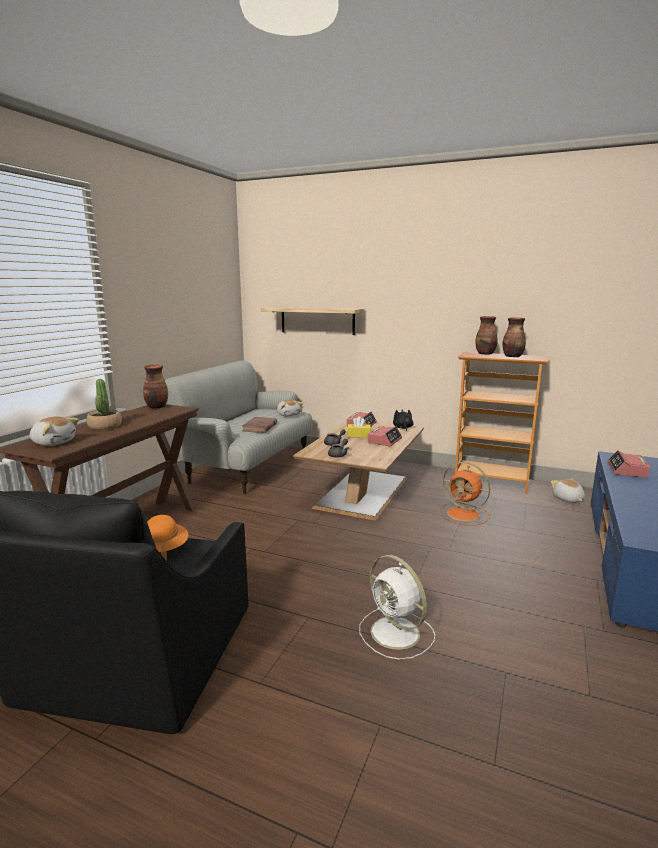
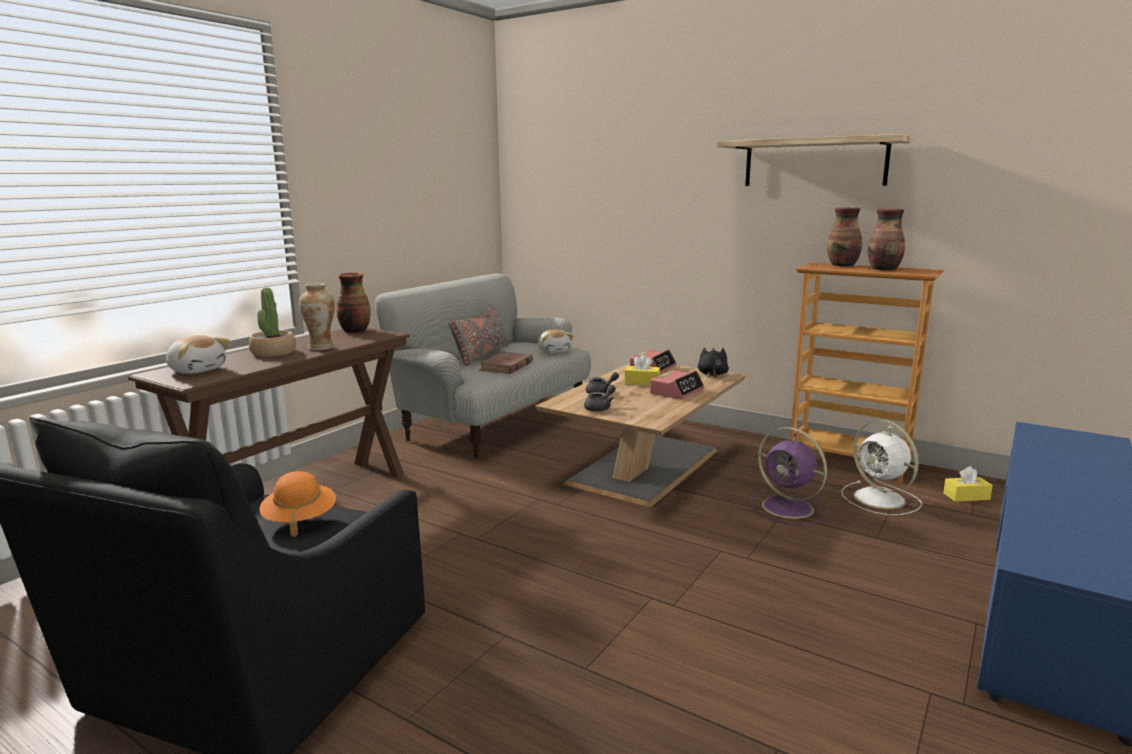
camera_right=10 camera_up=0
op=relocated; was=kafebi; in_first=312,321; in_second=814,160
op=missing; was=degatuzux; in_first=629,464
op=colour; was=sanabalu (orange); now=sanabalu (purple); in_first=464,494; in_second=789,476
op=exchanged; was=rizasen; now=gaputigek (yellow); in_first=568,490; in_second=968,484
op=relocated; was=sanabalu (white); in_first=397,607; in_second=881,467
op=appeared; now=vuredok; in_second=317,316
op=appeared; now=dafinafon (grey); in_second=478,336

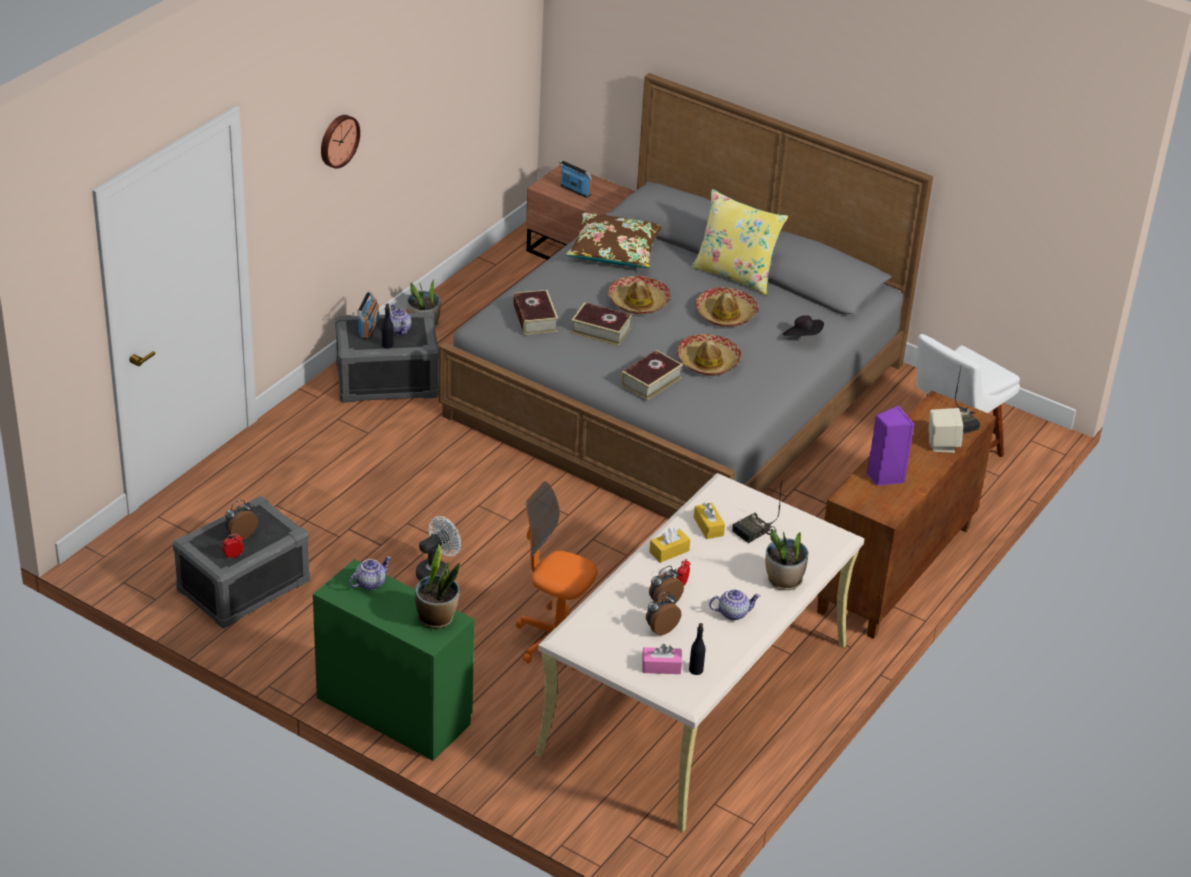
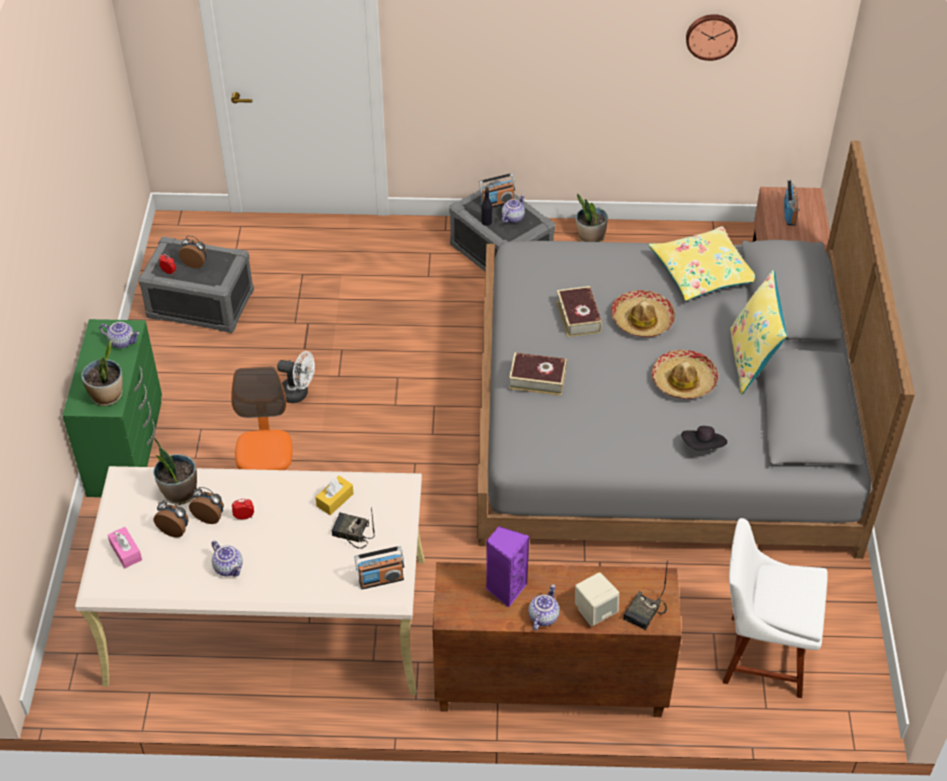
camera_right=60 camera_up=10
op=relocated; was=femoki; in_first=340,142; in_second=712,37
op=colour; was=dafinafon (brown); now=dafinafon (yellow); in_first=613,240; in_second=701,263
op=missing; was=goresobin; in_first=535,312
op=missing; was=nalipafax; in_first=709,355
op=missing; was=gaputigek (yellow); in_first=669,545
op=relocated; was=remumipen; in_first=787,559; in_second=175,471
op=missing; was=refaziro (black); in_first=697,649
op=appeared; now=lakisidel; in_second=379,567
op=appeared; now=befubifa; in_second=544,608

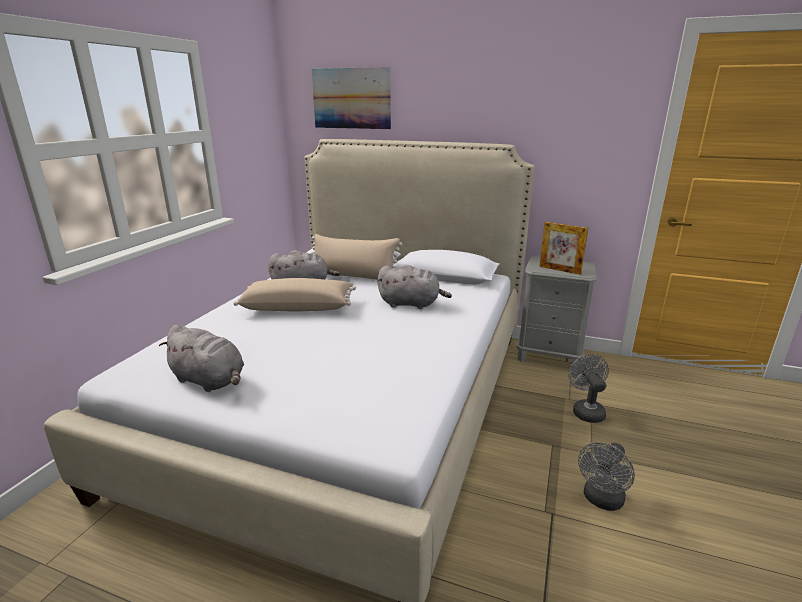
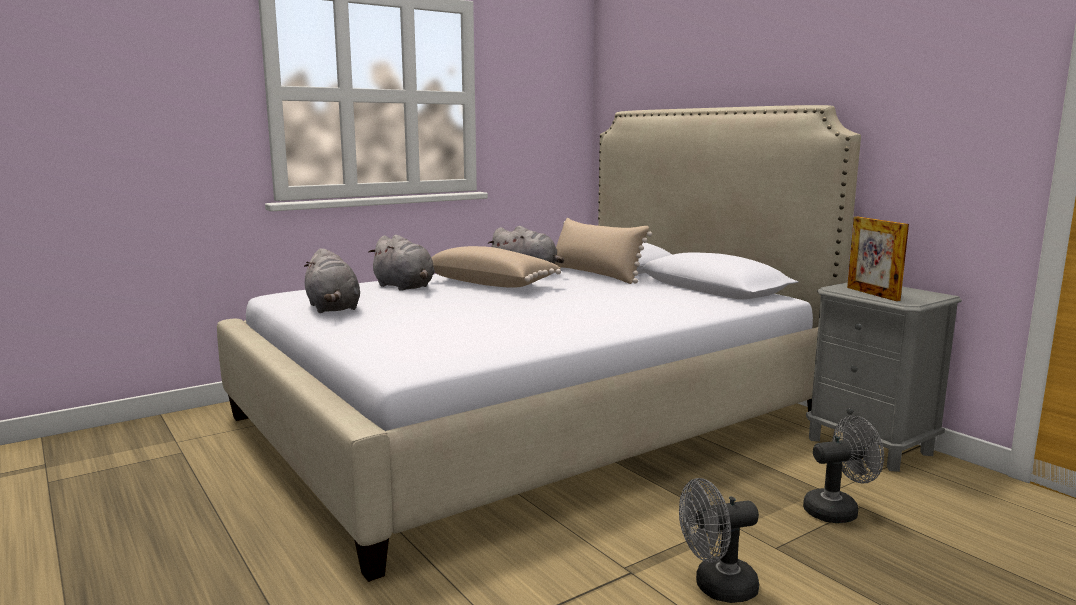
camera_right=35 camera_up=-10
op=missing; was=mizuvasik; in_first=351,98
op=relocated; was=rizasen (grey); in_first=414,287; in_second=401,263
op=spun; was=sanabalu (grey); in_first=588,388; in_second=843,469; clockwise=45

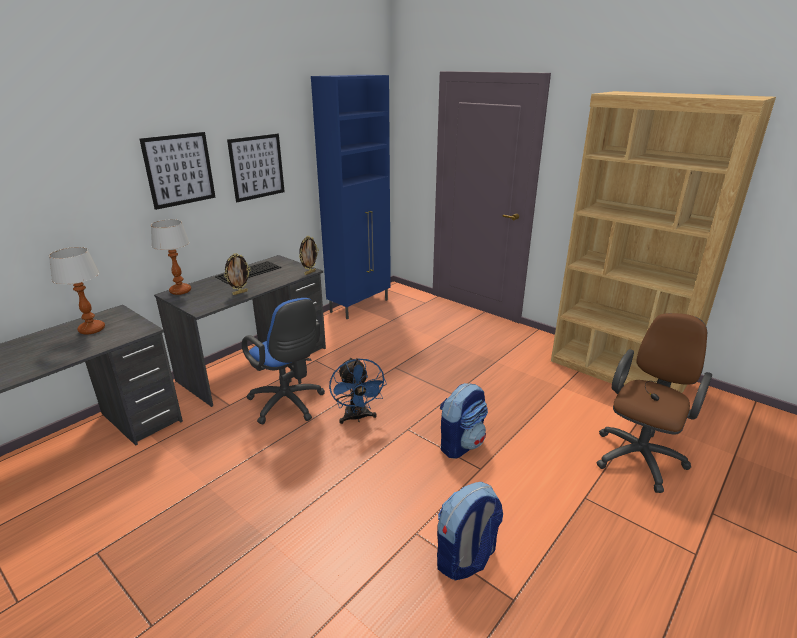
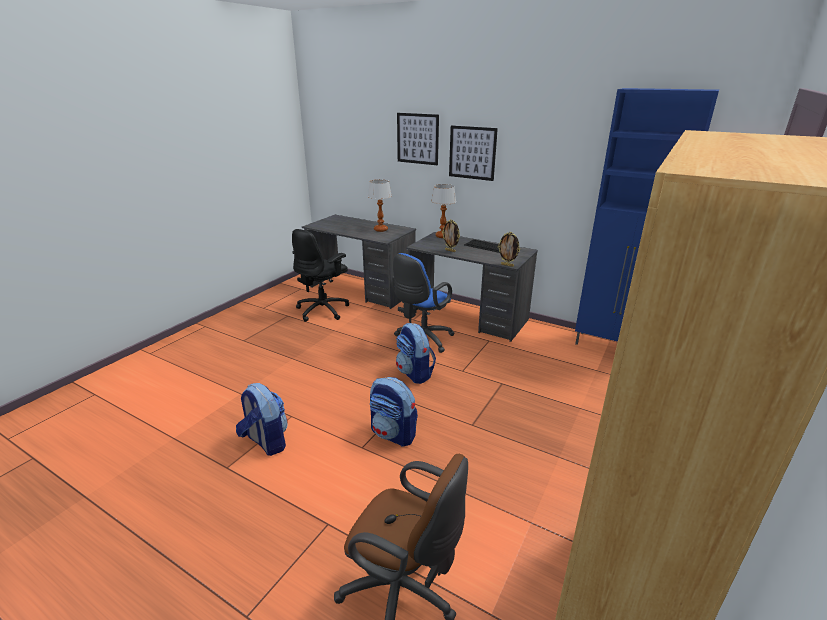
camera_right=80 camera_up=0
op=relocated; was=mizuvasik; in_first=256,168; in_second=418,139
op=exchanged; was=sanabalu (blue); now=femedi; in_first=358,390; in_second=416,353
op=appeared; now=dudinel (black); in_second=320,275

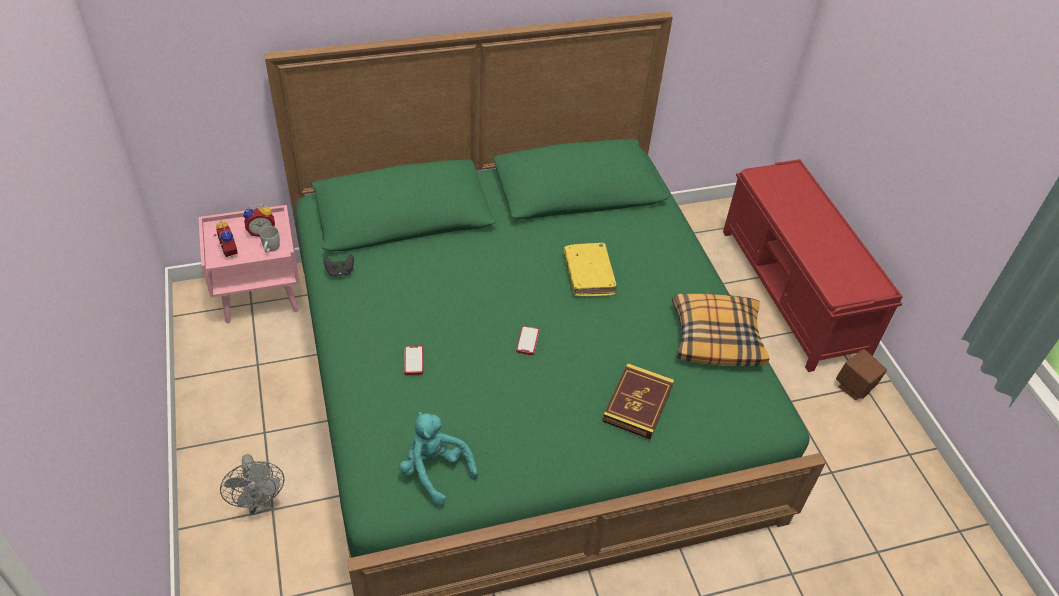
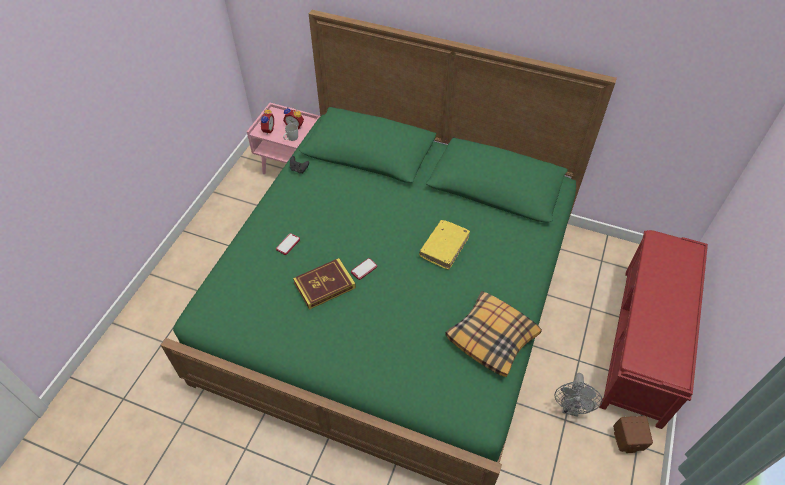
camera_right=40 camera_up=5
op=relocated; was=goresobin; in_first=638,401; in_second=324,284
op=missing; was=rizasen (turquoise); in_first=438,458
op=relocated; was=sanabalu (grey); in_first=252,484; in_second=578,395

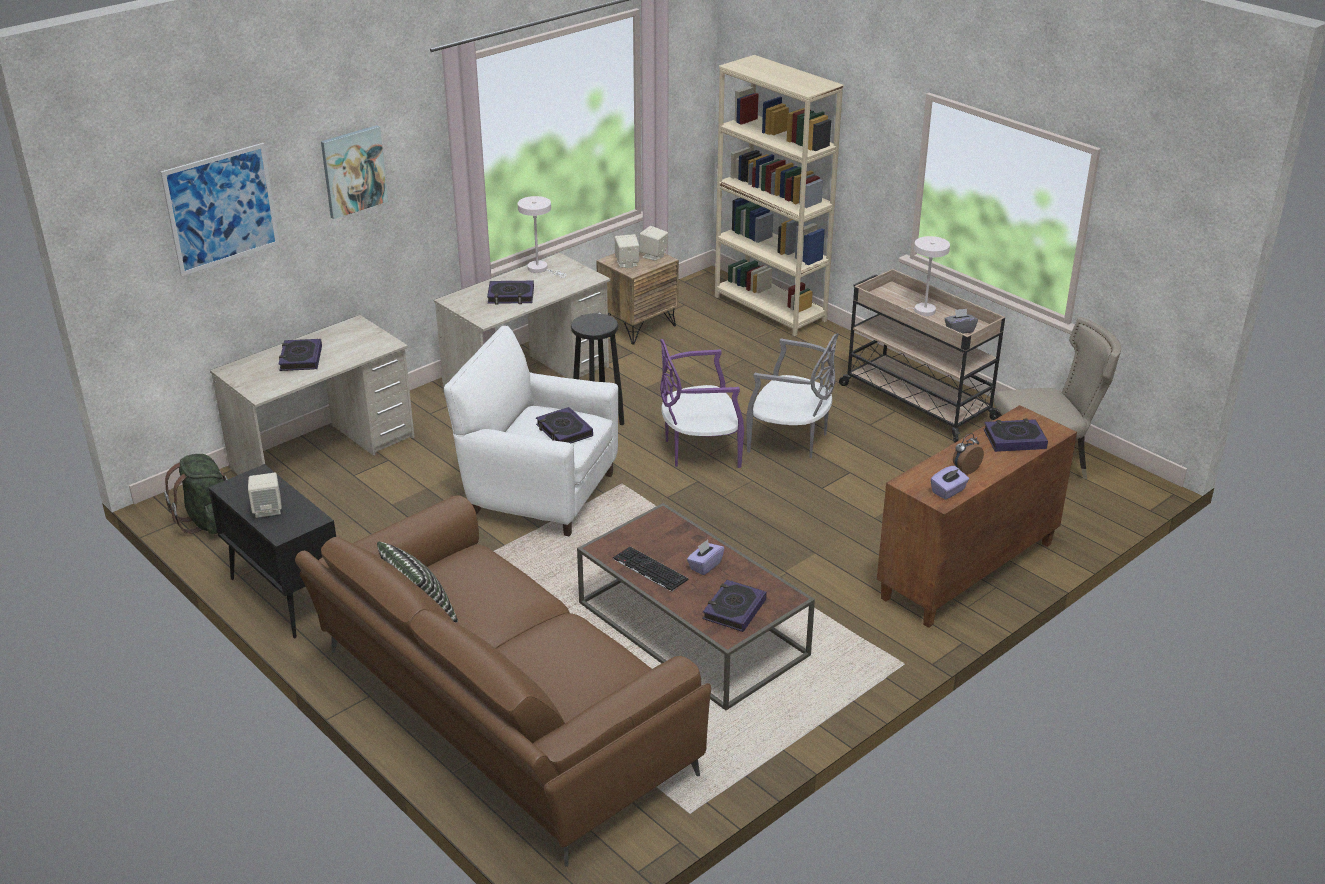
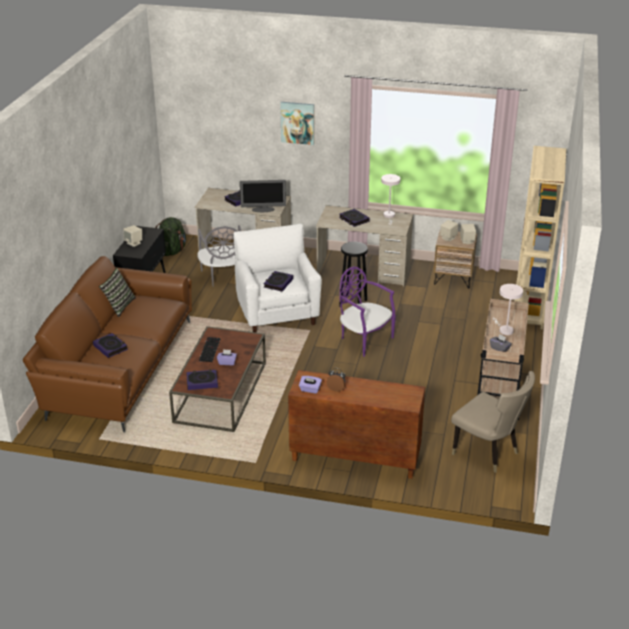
camera_right=55 camera_up=0
op=missing; was=mizuvasik; in_first=220,209
op=relocated; was=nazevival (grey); in_first=792,396; in_second=219,256
op=relocated; was=goresobin; in_first=1015,435; in_second=110,345
op=appeared; now=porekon; in_second=263,196

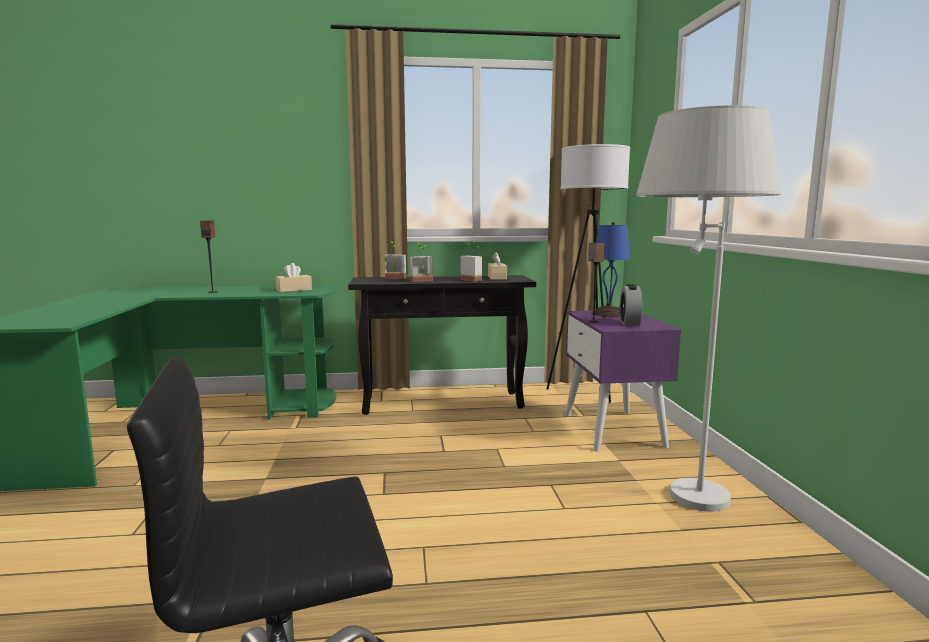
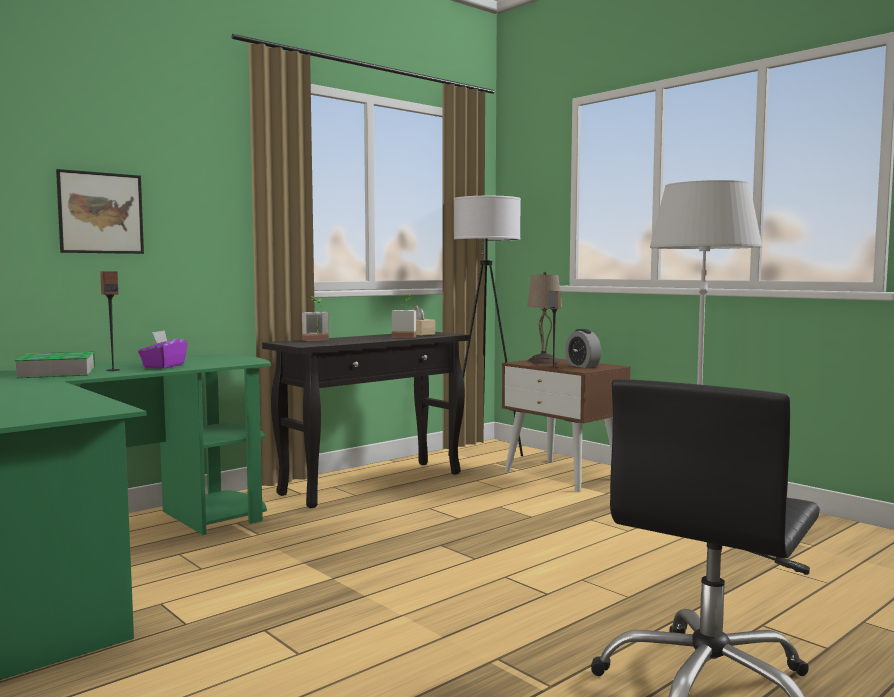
camera_right=-35 camera_up=-5
op=colour; was=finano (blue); now=finano (beige); in_first=611,269; in_second=544,318
op=missing; was=remumipen; in_first=421,262
op=missing; was=gaputigek (beige); in_first=294,277
op=colour; was=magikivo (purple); now=magikivo (brown); in_first=623,381; in_second=566,425
op=appeared; now=mizuvasik; in_second=100,211
op=appeared; now=gaputigek (purple); in_second=162,349
op=appeared; now=goresobin; in_second=54,365

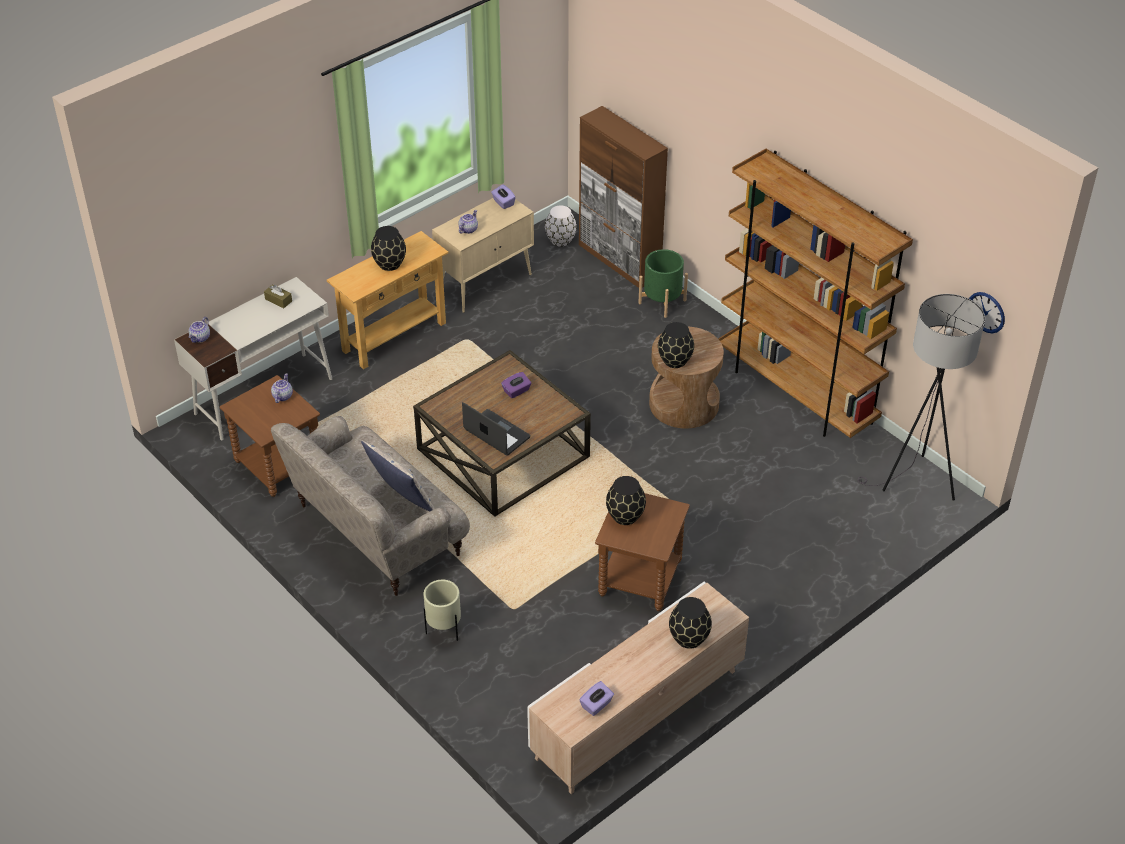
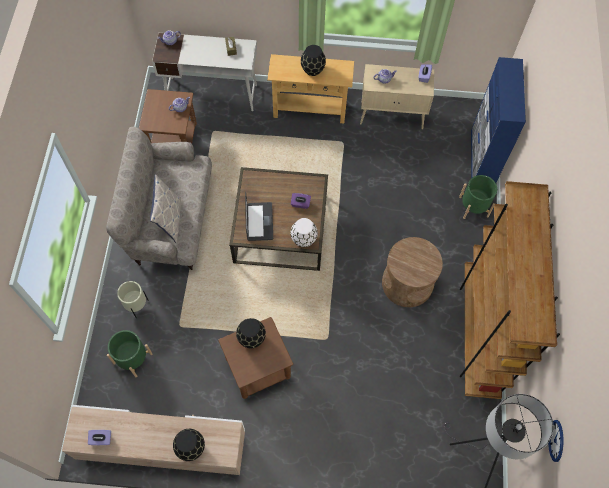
camera_right=45 camera_up=20
op=colour; was=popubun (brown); now=popubun (blue); in_first=623,197; in_second=498,120
op=relocated; was=vuredok (white); in_first=561,226; in_second=304,232
op=missing; was=vuredok (black); in_first=676,345
op=appeared; now=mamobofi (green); in_second=129,353

